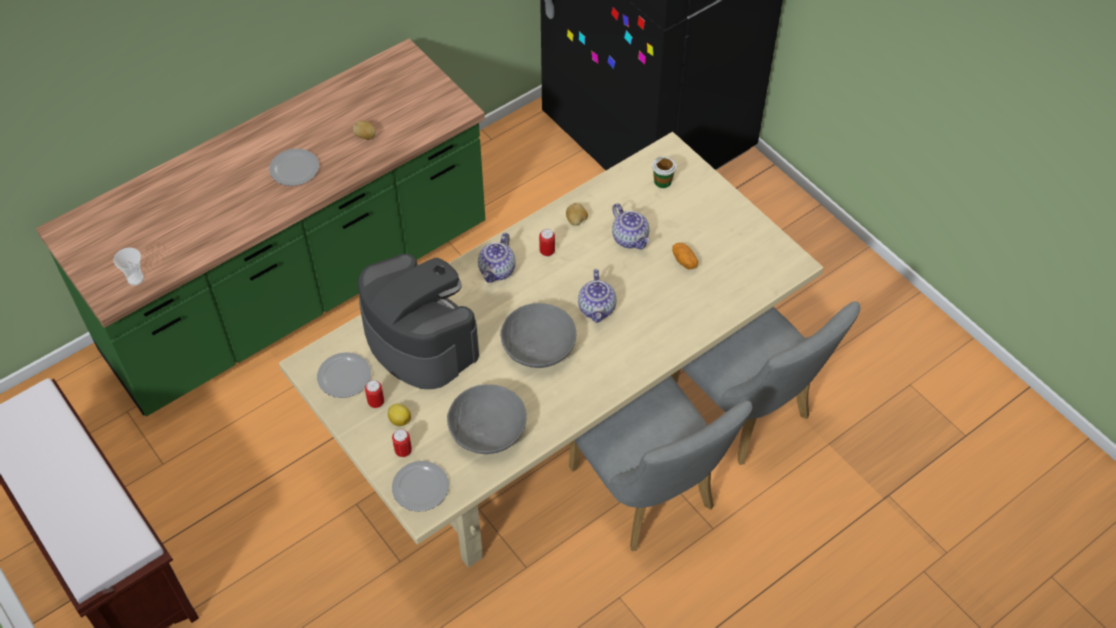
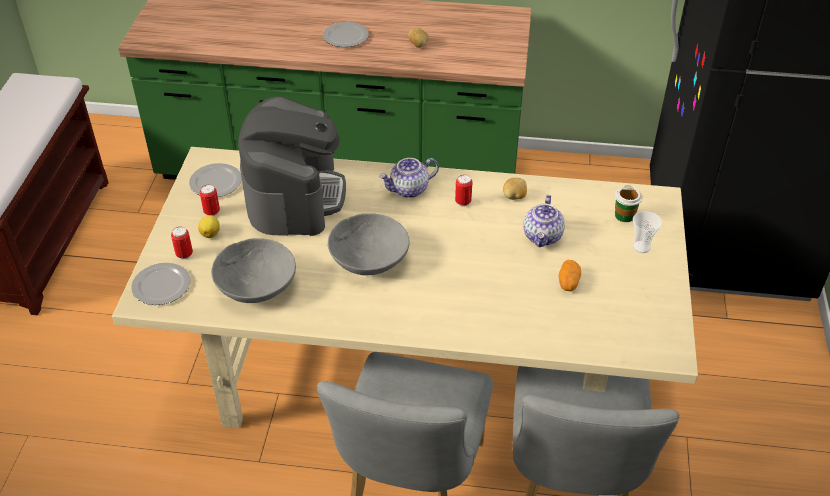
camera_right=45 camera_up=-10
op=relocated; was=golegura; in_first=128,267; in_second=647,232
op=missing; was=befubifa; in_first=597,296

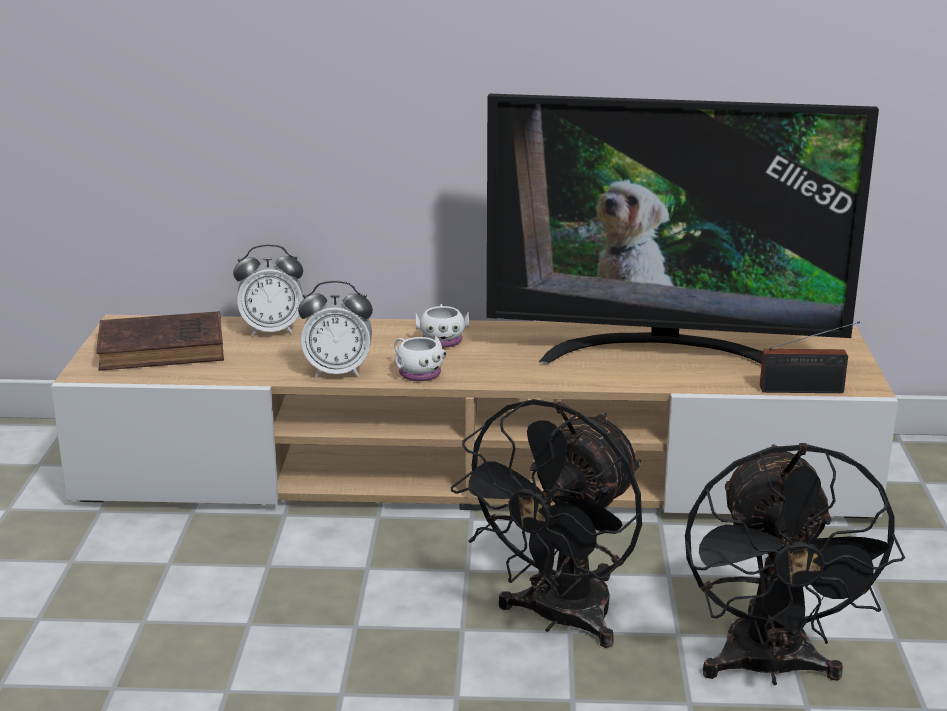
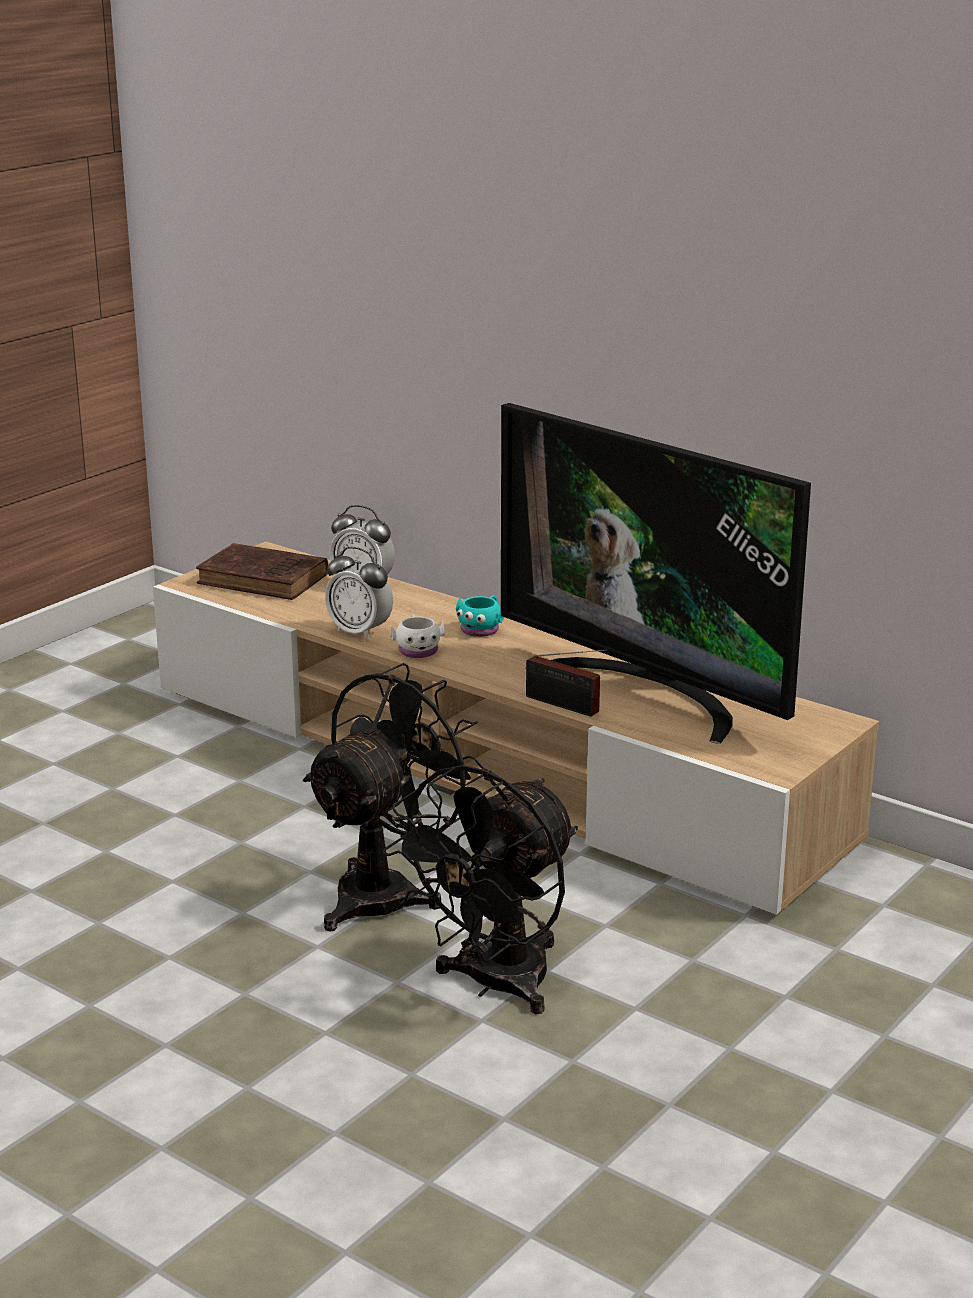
camera_right=35 camera_up=0
op=colour; was=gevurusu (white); now=gevurusu (turquoise); in_first=442,326; in_second=480,616
op=relocated; was=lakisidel; in_first=810,357; in_second=567,683
op=spun; was=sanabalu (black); in_first=546,523; in_second=394,797; clockwise=150

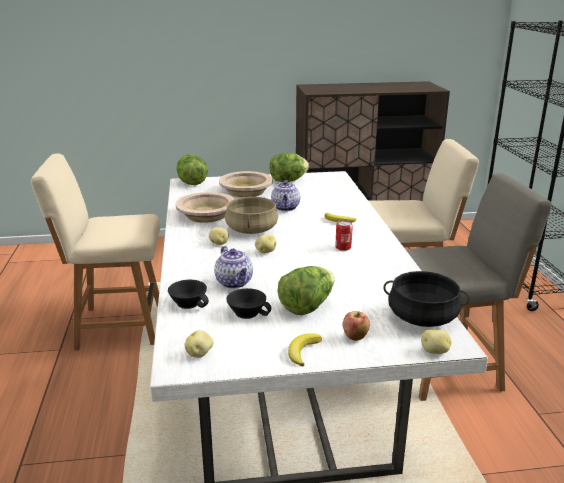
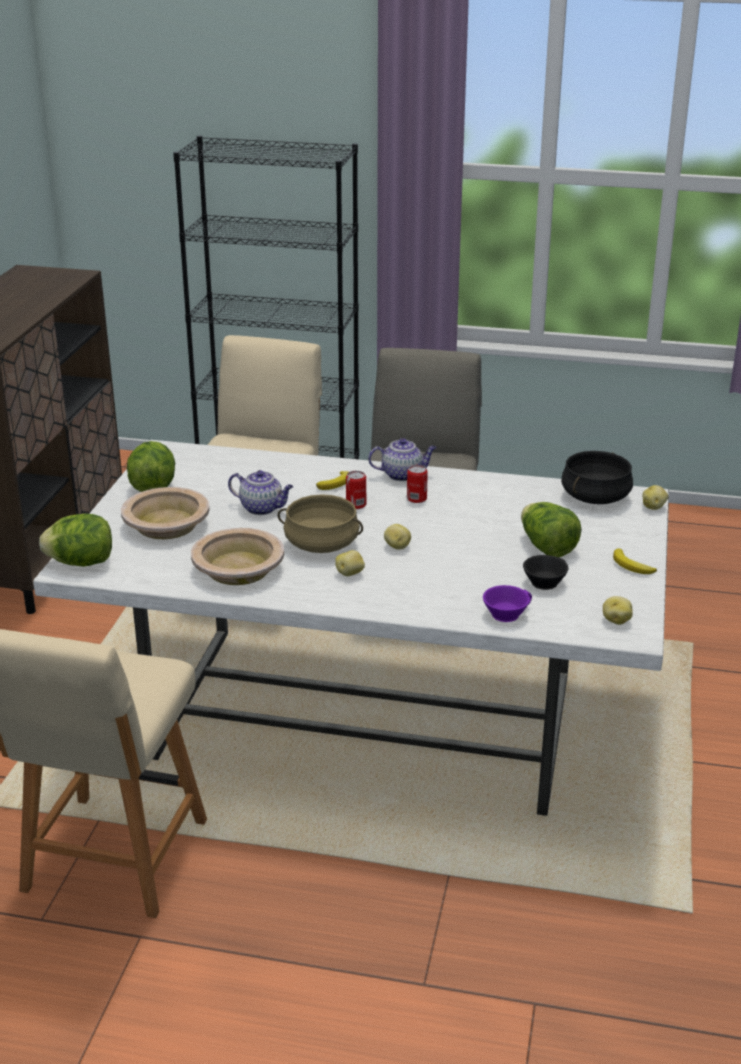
camera_right=-70 camera_up=5
op=relocated; was=befubifa; in_first=233,267; in_second=402,459
op=colour; was=golegura (black); now=golegura (purple); in_first=188,294; in_second=507,603
op=missing; was=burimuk; in_first=356,326
op=appeared; now=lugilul; in_second=356,490

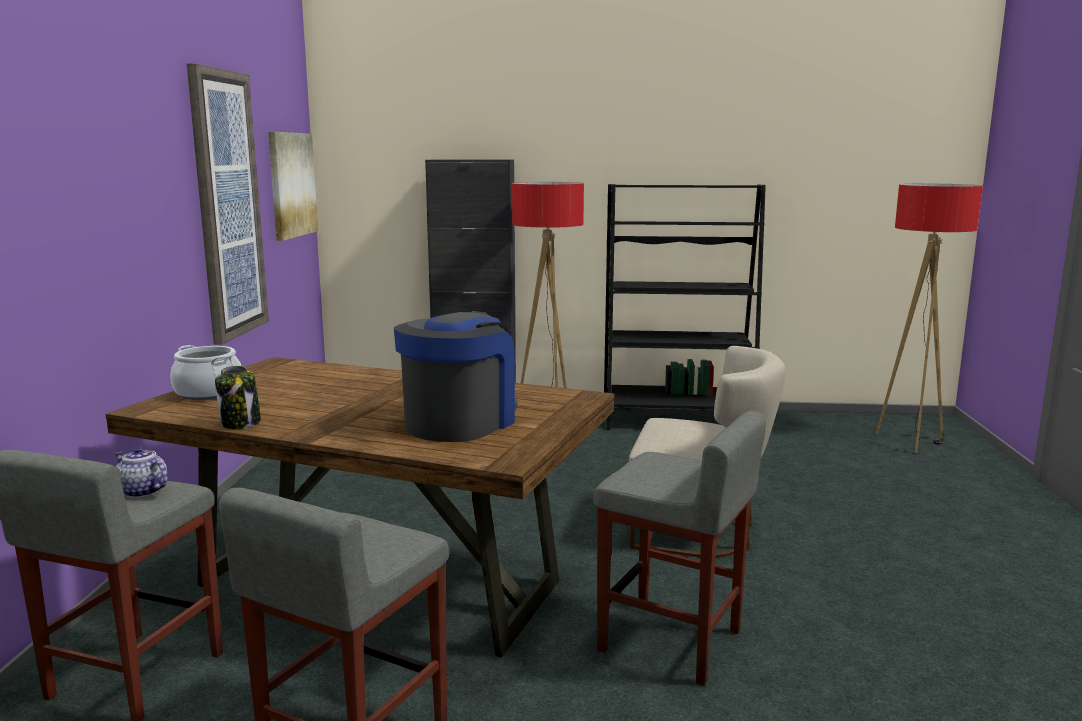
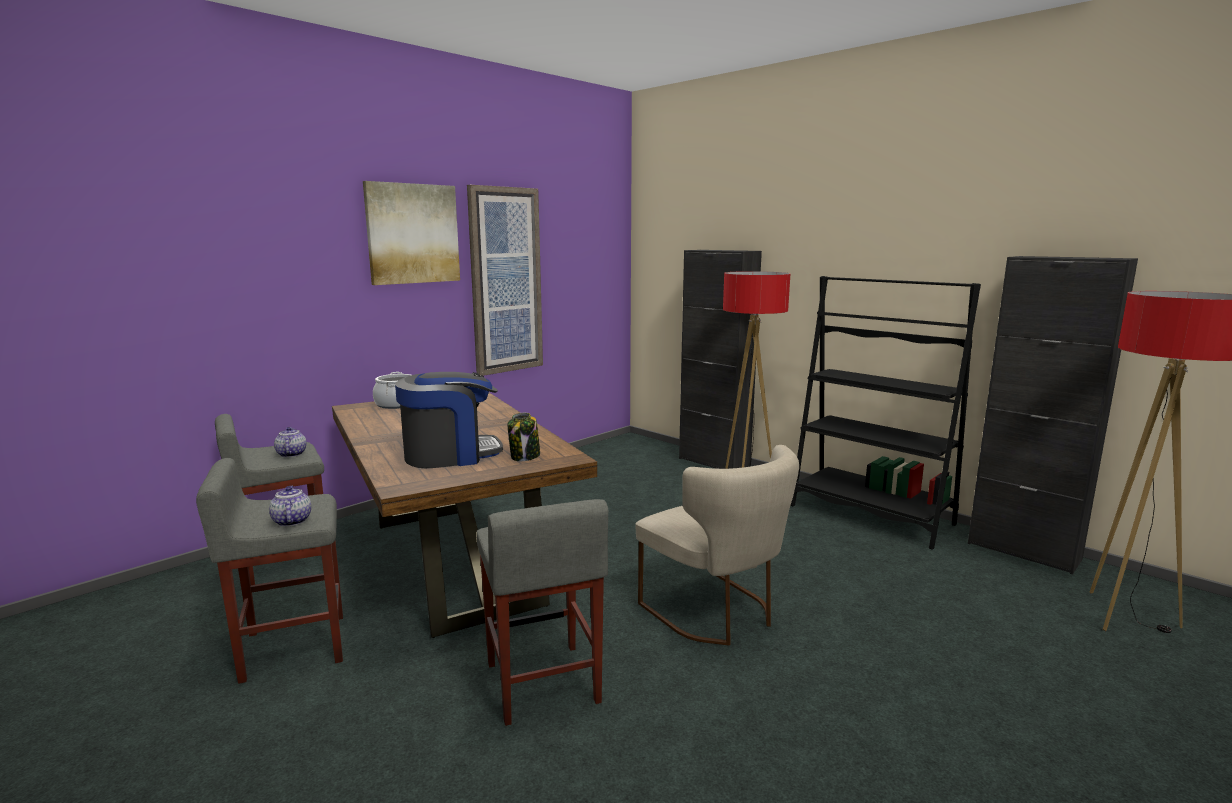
camera_right=40 camera_up=0
op=relocated; was=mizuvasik; in_first=293,186; in_second=411,233
op=relocated; was=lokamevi; in_first=238,397; in_second=523,437
op=appeared; now=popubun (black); in_second=1053,415
op=appeared; now=befubifa; in_second=290,506

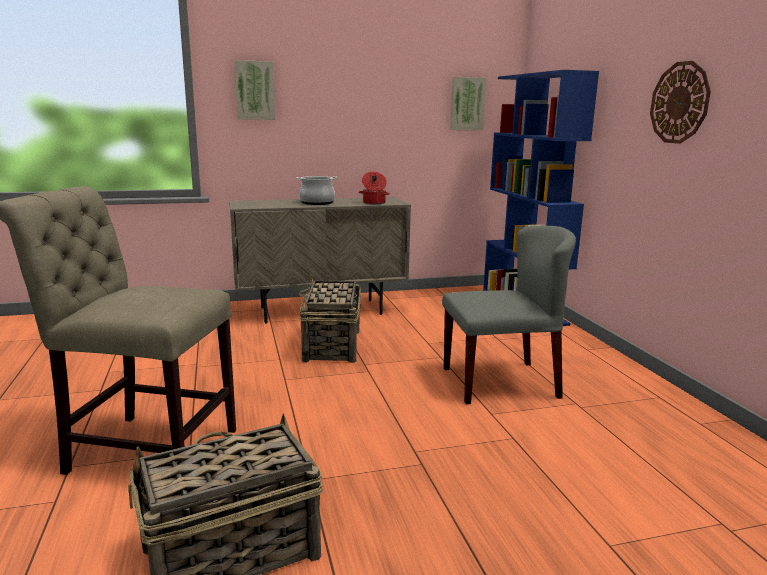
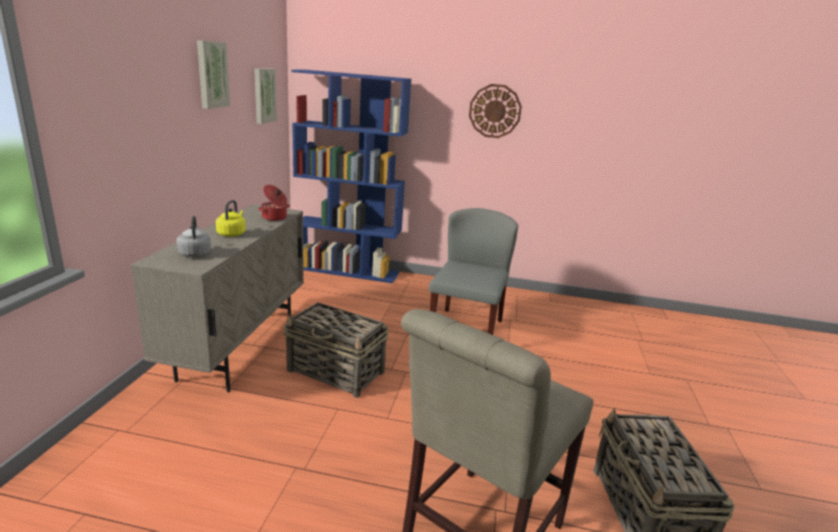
camera_right=-65 camera_up=5
op=relocated; was=mizuvasik; in_first=254,90; in_second=213,74
op=exchanged; was=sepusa; now=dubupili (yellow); in_first=317,190; in_second=231,218
op=appeared; now=dubupili (grey); in_second=193,236

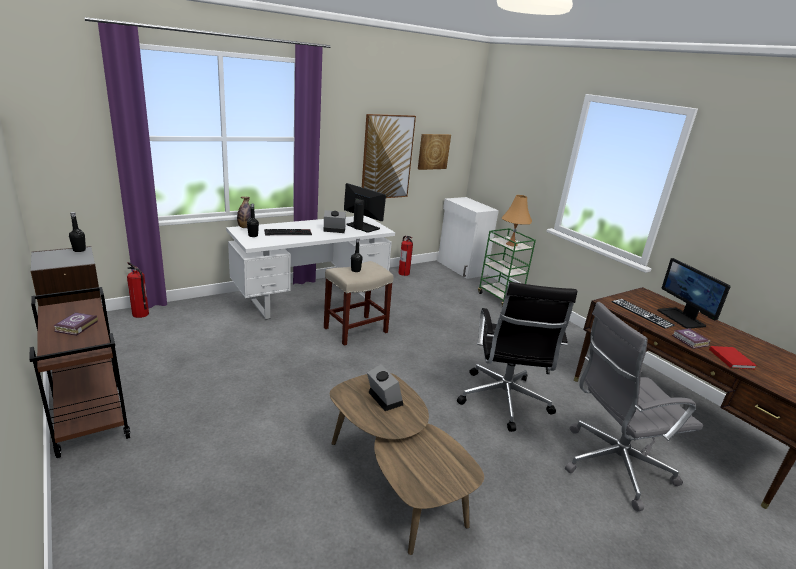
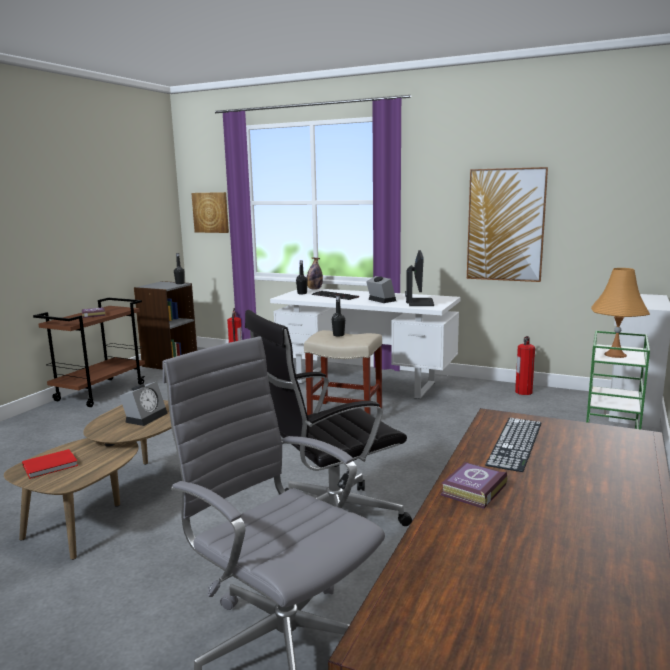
camera_right=60 camera_up=-10
op=relocated; was=mizuvasik; in_first=434,152; in_second=210,212
op=missing; was=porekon; in_first=694,293
op=relocated; was=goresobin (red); in_first=733,357; in_second=50,464

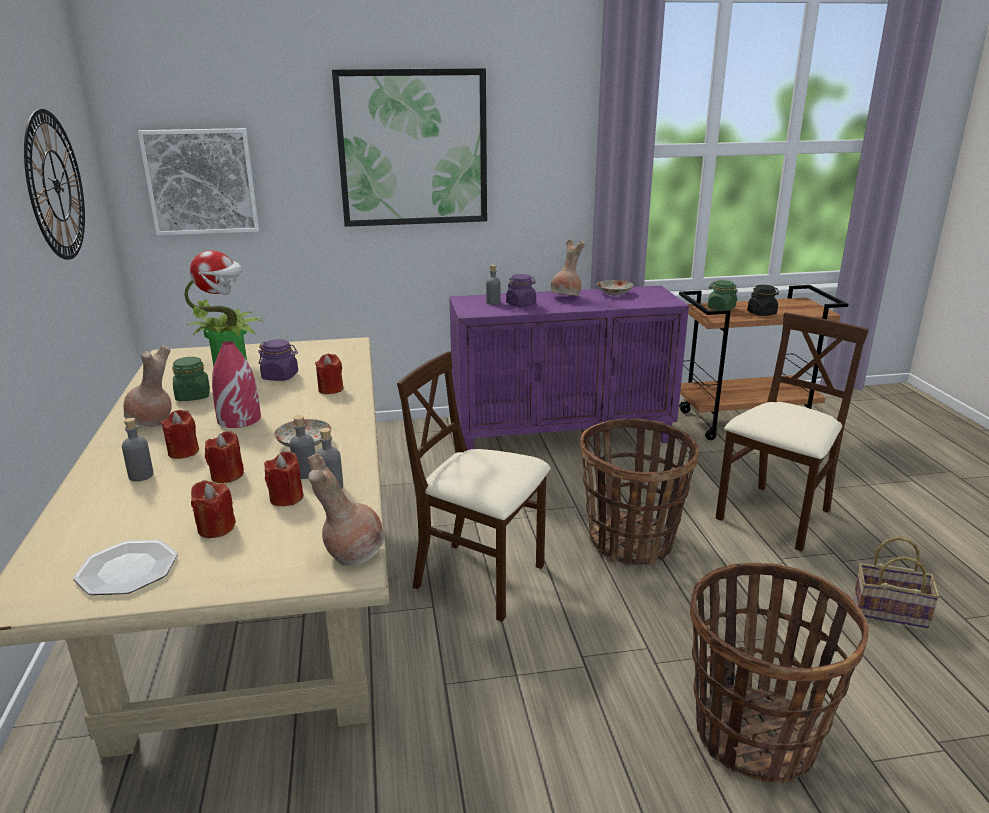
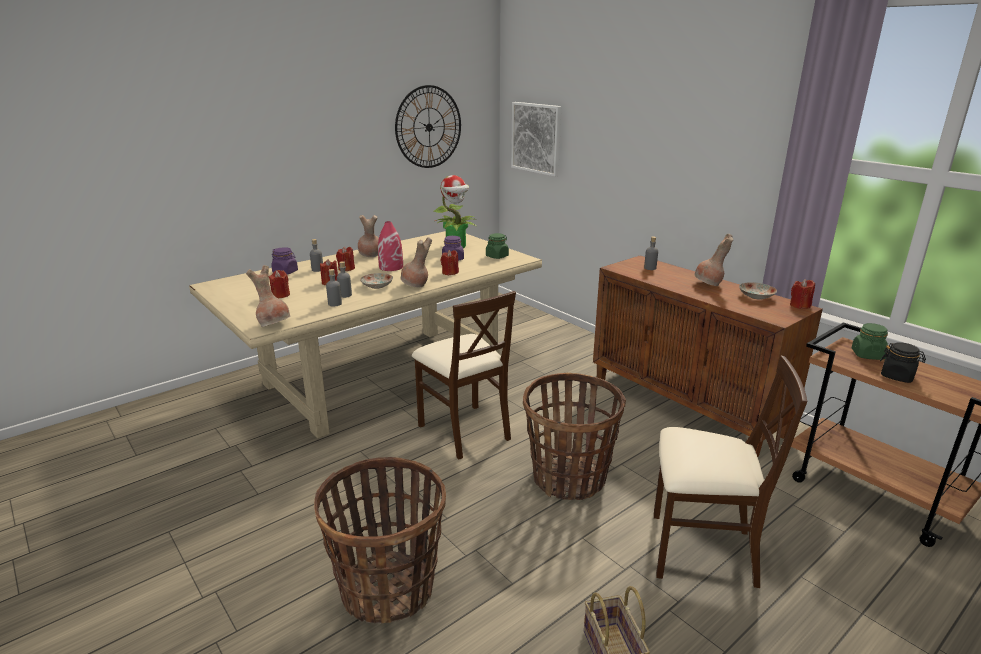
camera_right=60 camera_up=0
op=missing; was=mizuvasik; in_first=409,147
op=relocated; was=lokamevi (purple); in_first=521,290; in_second=284,261
op=colour; was=popubun (purple); now=popubun (brown); in_first=569,368; in_second=708,356
op=spun; was=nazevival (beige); in_first=474,487; in_second=464,375; clockwise=150
op=relocated; was=lokamevi (green); in_first=191,379; in_second=497,246
op=relocated; was=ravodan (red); in_first=284,478; in_second=802,294
op=missing; was=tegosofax; in_first=125,567
op=appeared; now=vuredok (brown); in_second=416,262

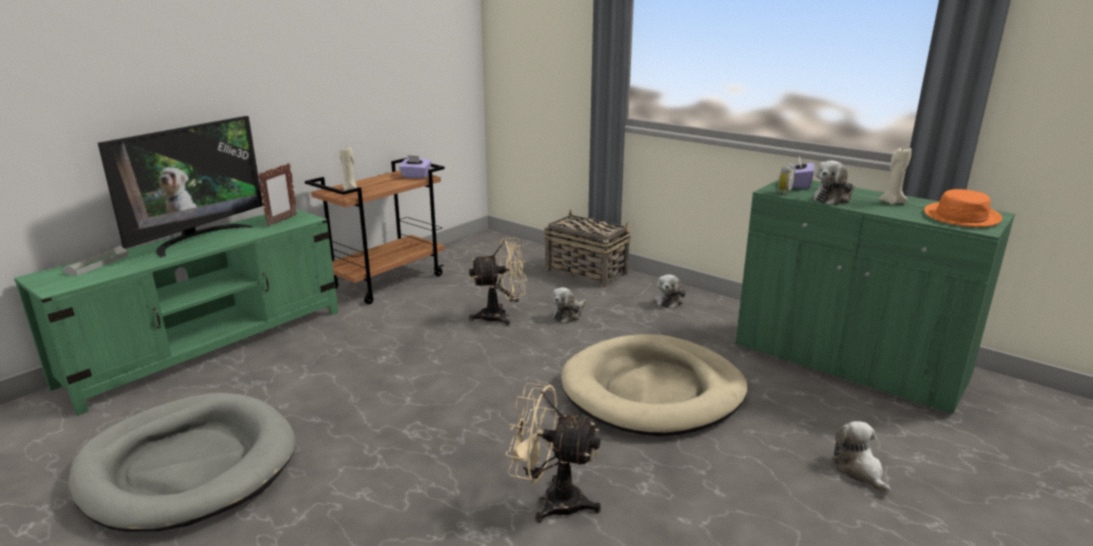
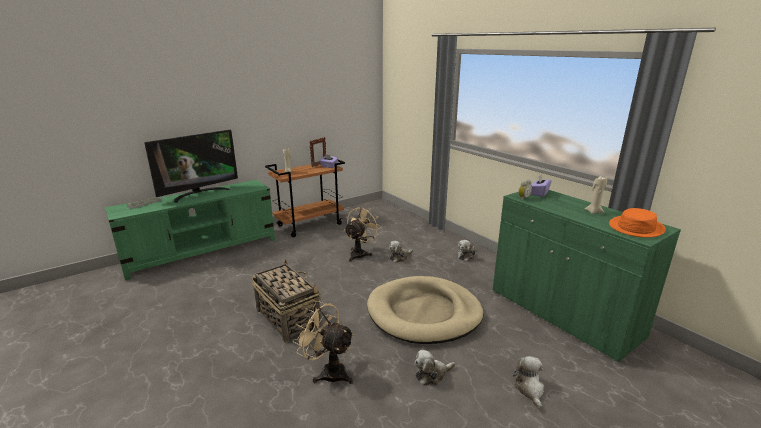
camera_right=15 camera_up=0
op=relocated; was=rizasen; in_first=834,182; in_second=435,367
op=relocated; was=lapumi; in_first=277,195; in_second=317,152
op=relocated; was=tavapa; in_first=588,248; in_second=286,300
op=spun; was=sanabalu (beige); in_first=498,282; in_second=362,234; clockwise=-60
op=missing; was=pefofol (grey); in_first=181,462

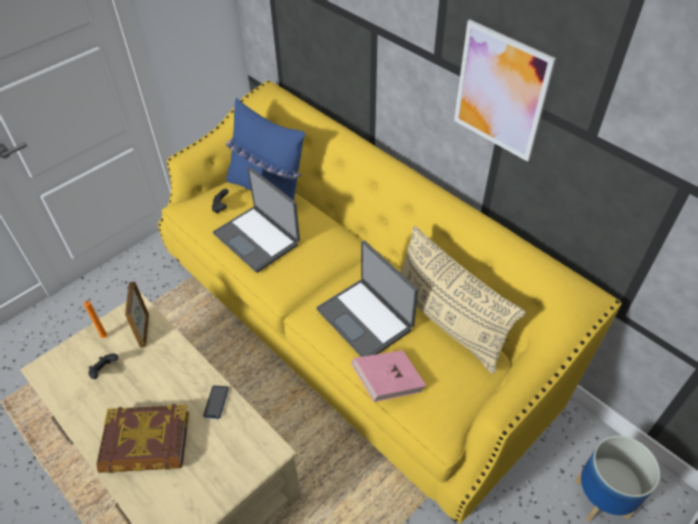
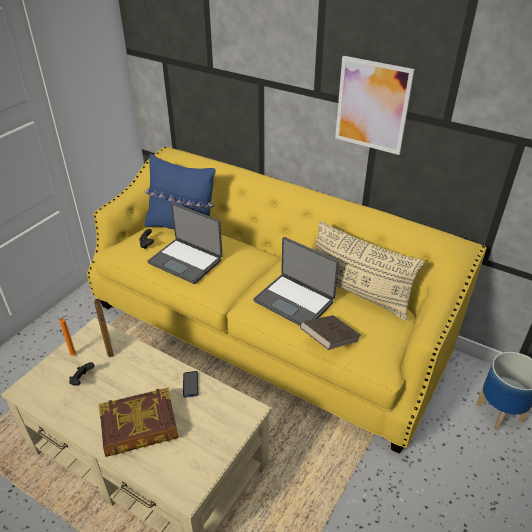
camera_right=-15 camera_up=-10
op=colour; was=goresobin (pink); now=goresobin (brown); in_first=388,376; in_second=330,332

